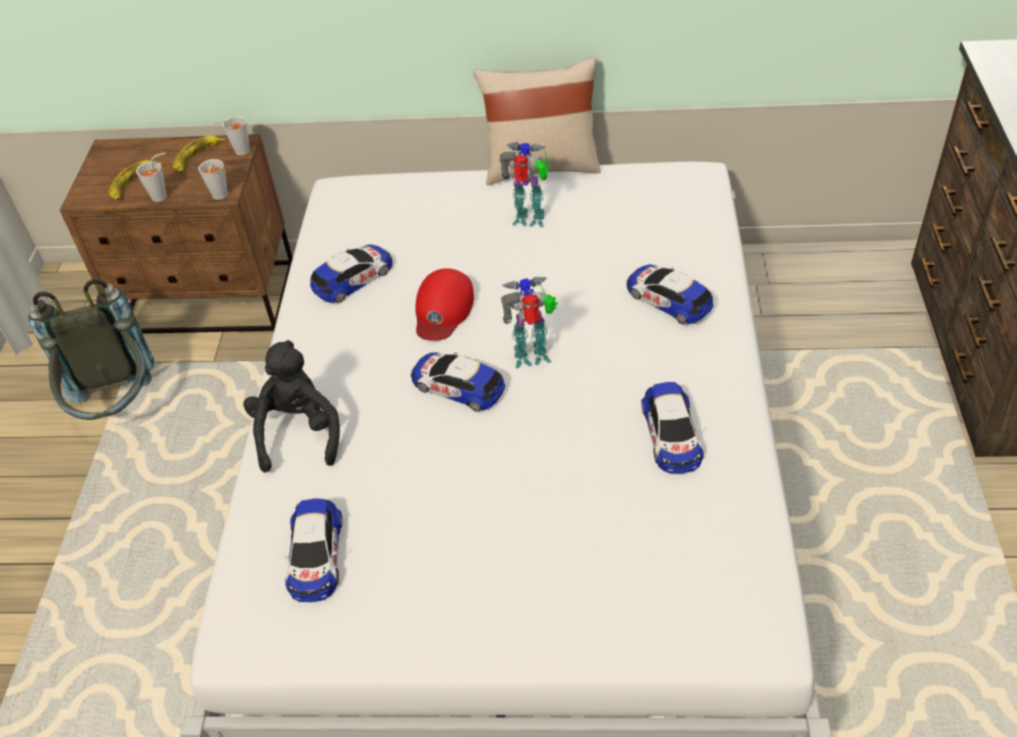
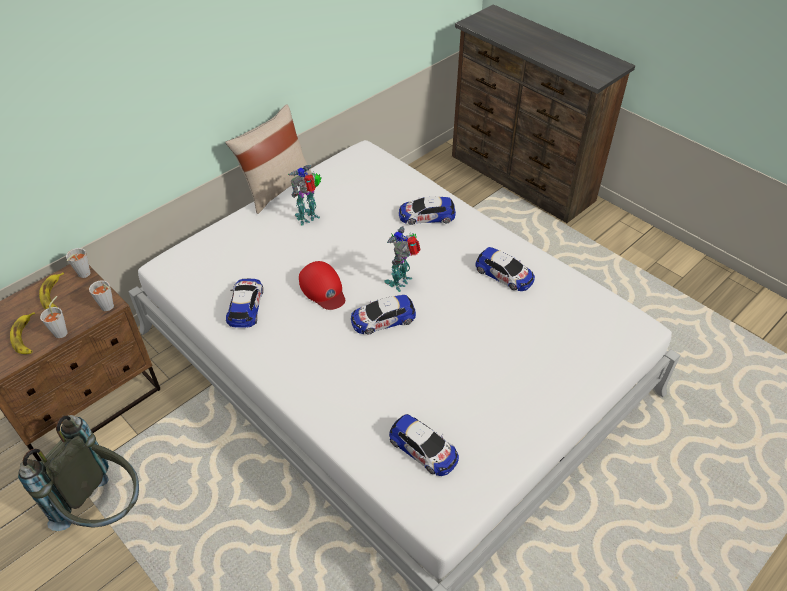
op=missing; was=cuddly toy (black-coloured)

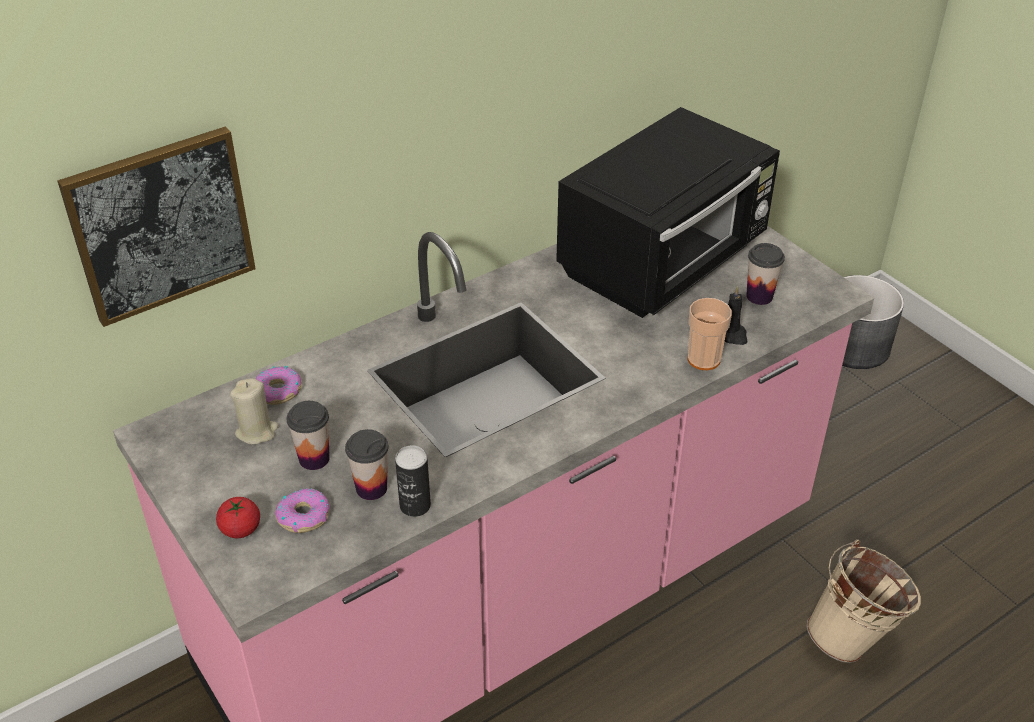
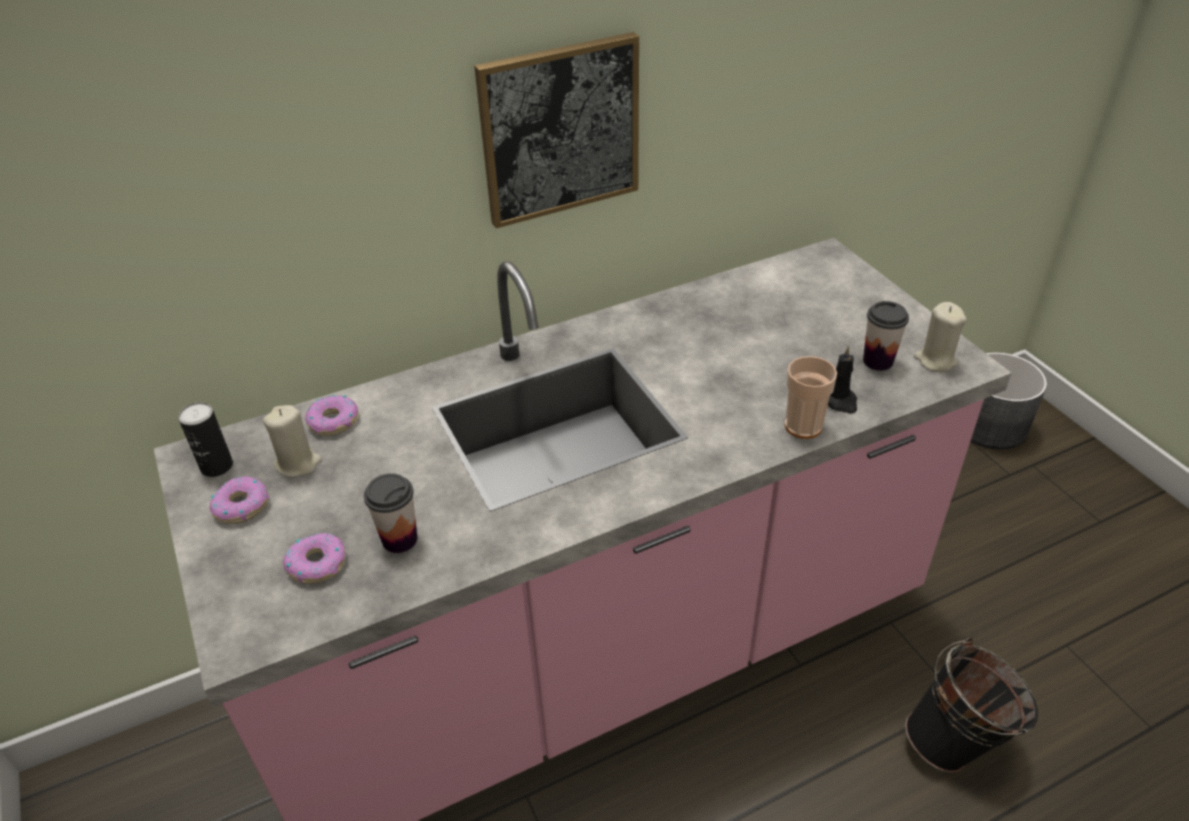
op=missing; was=kitchen microwave (black-coloured)
op=relocated; was=wall picture
op=missing; was=drinking cup (no. 1 from left)
op=relocated; was=sealed can
op=missing; was=tomato
op=colour; was=bucket (sand-coloured); now=bucket (black-coloured)
op=appeared; now=wax light (sand-coloured) (no. 2 from left)
op=appeared; now=donut (no. 1 from left)

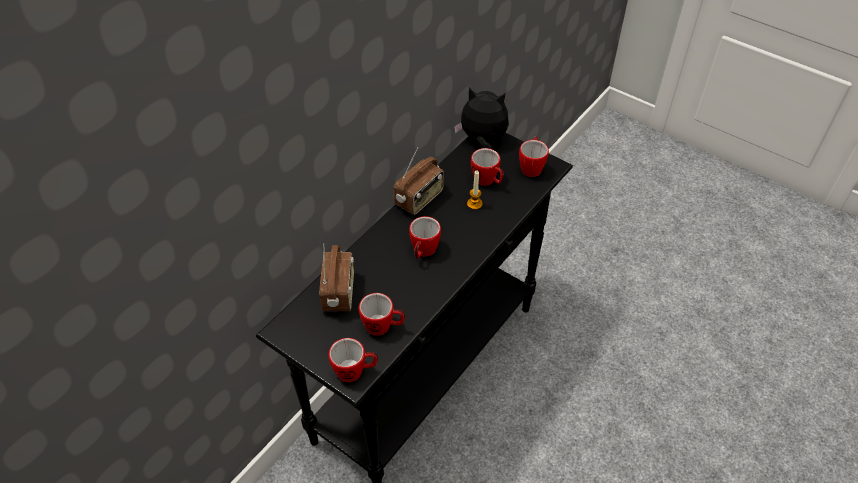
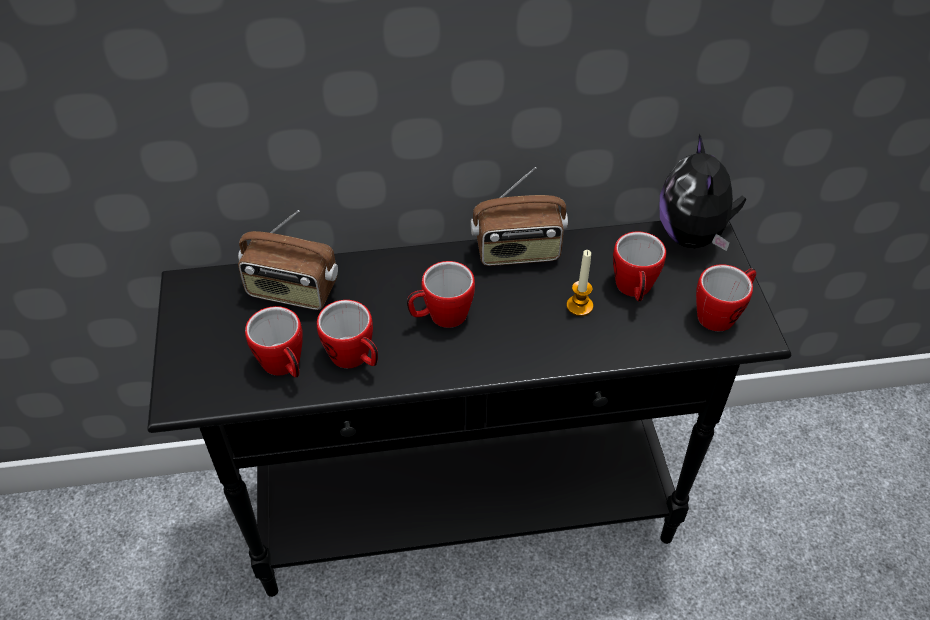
op=spun; was=cuddly toy; clockwise=-150
op=spun; was=radio (no. 1 from left); clockwise=60
op=relocated; was=mug (no. 1 from left in the first image); now=mug (no. 2 from left)

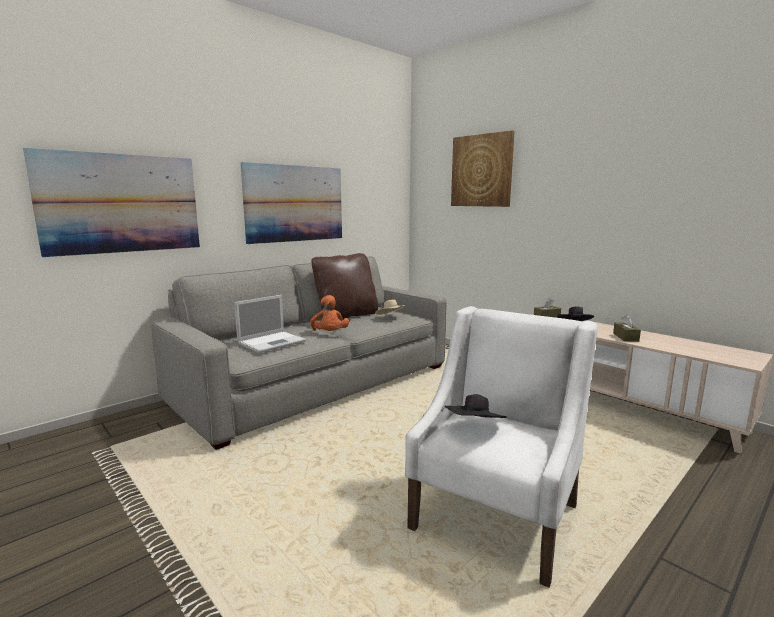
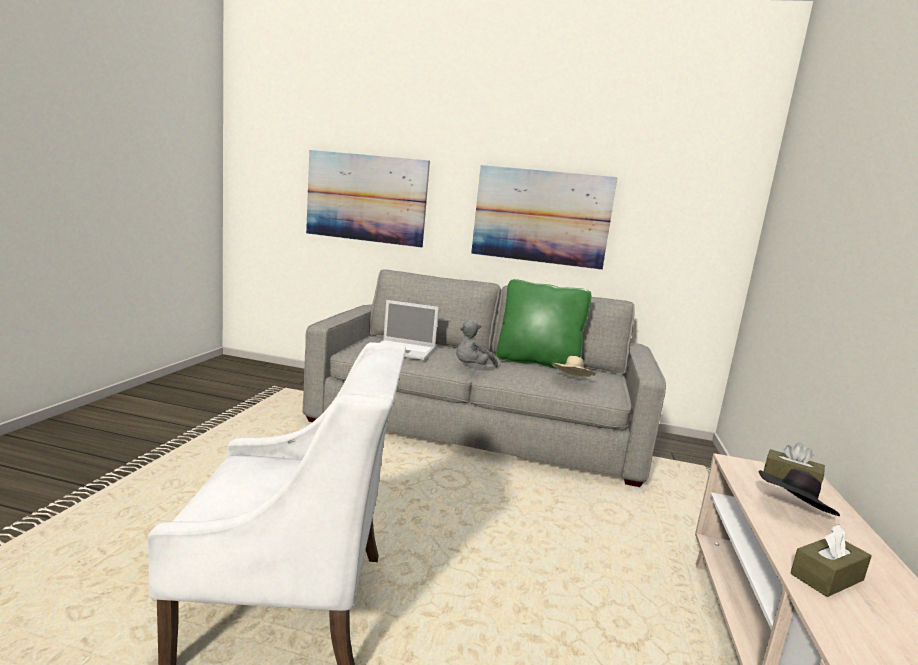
op=missing; was=wall picture (no. 3 from left)
op=colour; was=throw pillow (brownish); now=throw pillow (green-coloured)
op=colour; was=cuddly toy (orangey); now=cuddly toy (greyish)
op=missing; was=clothing hat (black-coloured) (no. 1 from left)

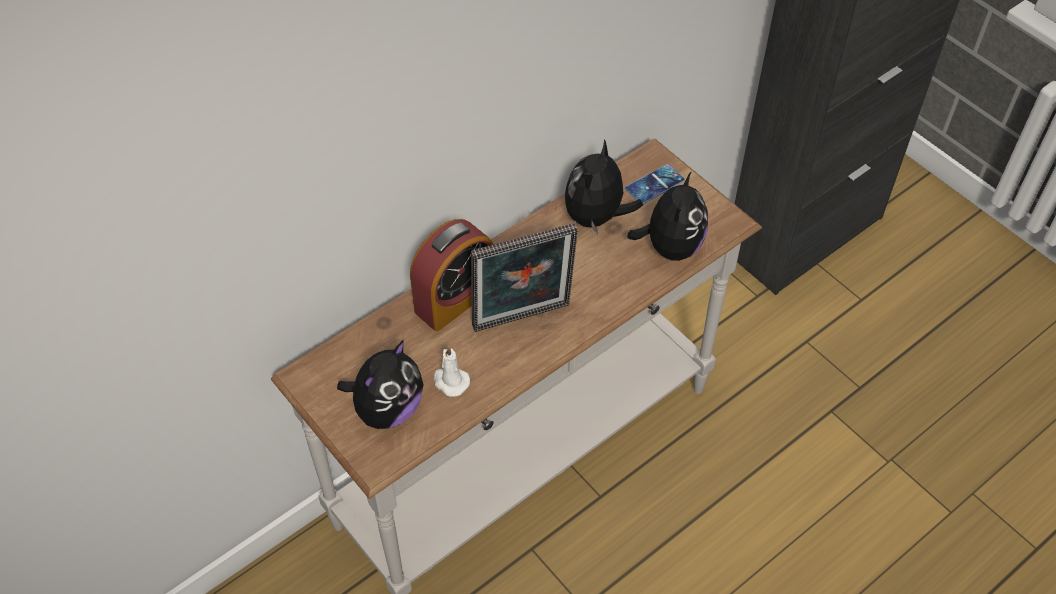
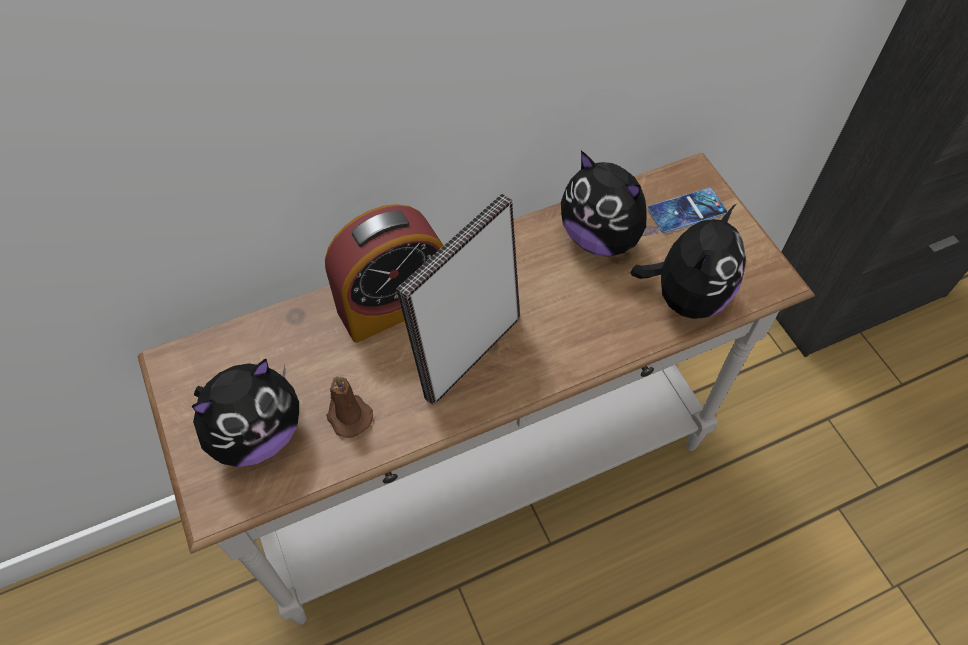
op=spun; was=cuddly toy (no. 2 from left); clockwise=-90
op=spun; was=picture frame; clockwise=135
op=colour; was=wax light (white-coloured); now=wax light (brownish)

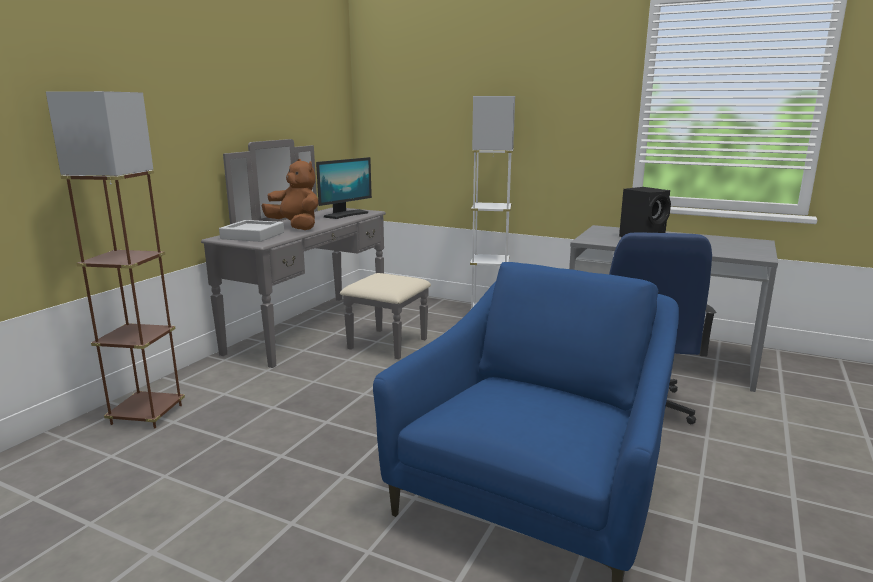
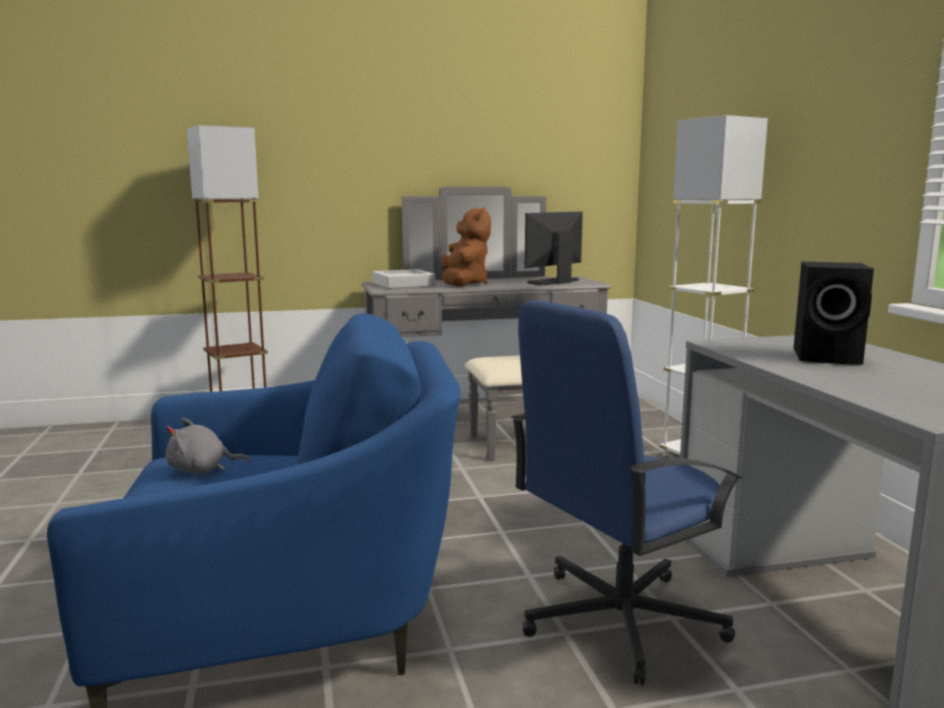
op=spun; was=computer display; clockwise=135
op=appeared; now=cuddly toy (greyish)

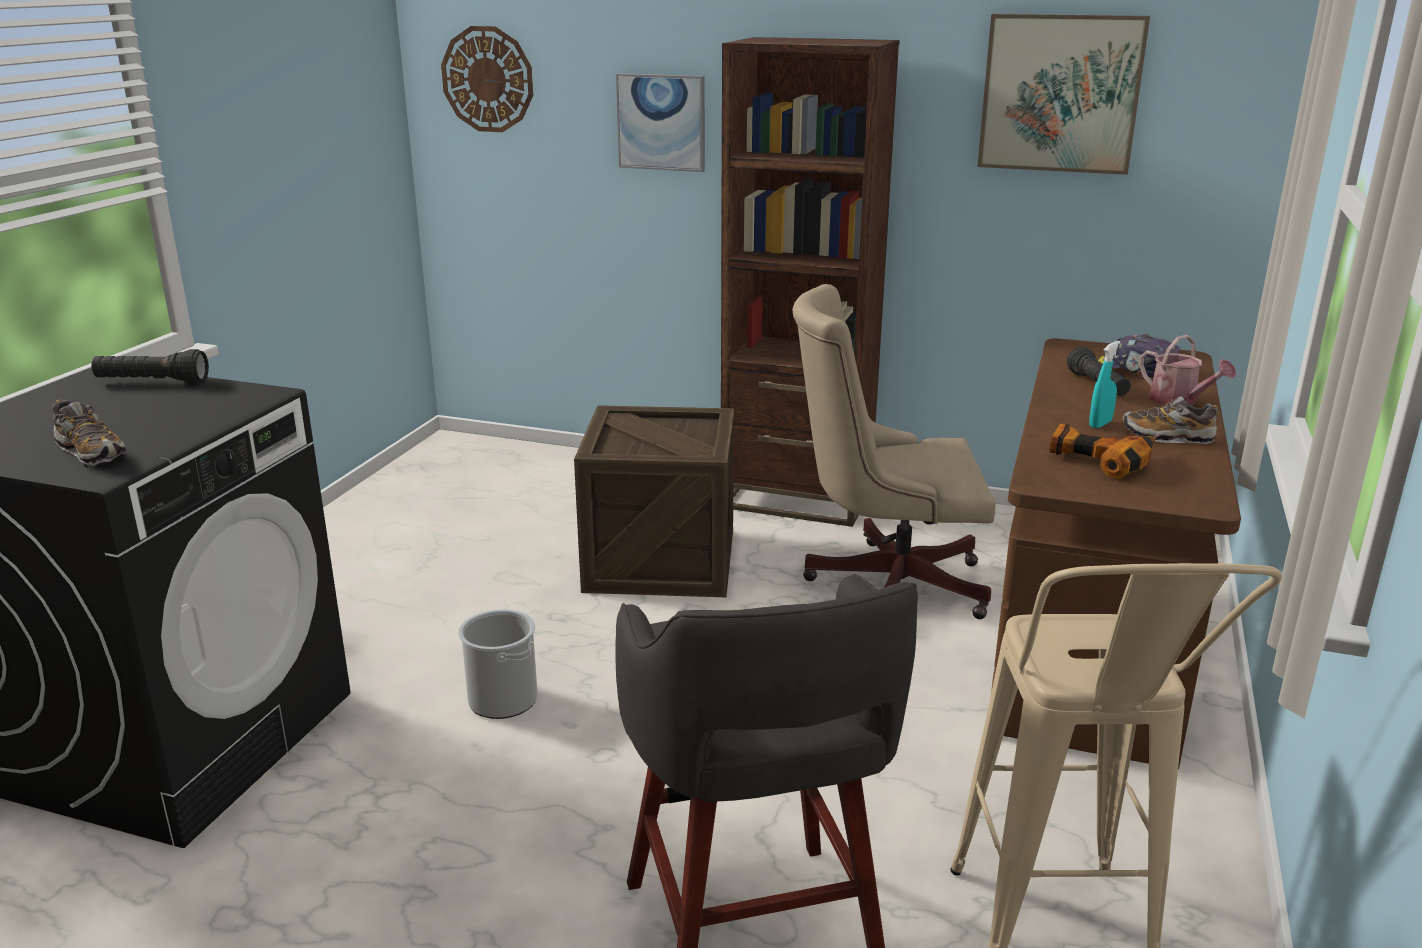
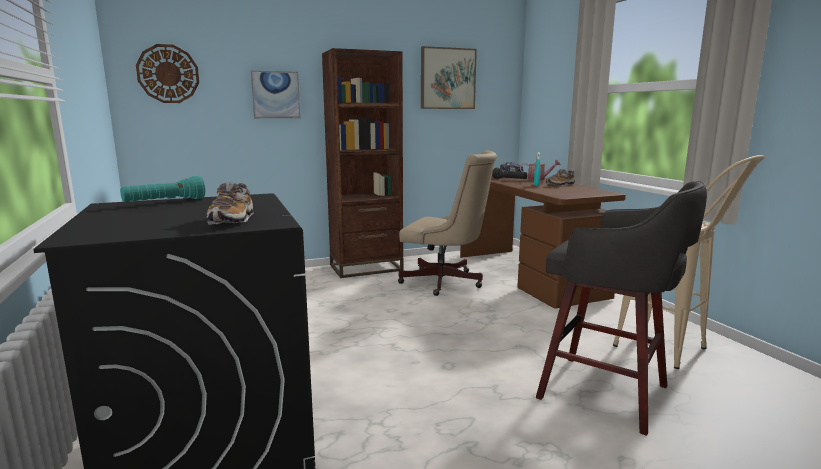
op=spun; was=computer chair (sand-coloured); clockwise=-120
op=colour; was=torch (black-coloured) (no. 1 from left); now=torch (blue-green)
op=spun; was=item of footwear (no. 1 from left); clockwise=90
op=missing; was=crate
op=missing; was=electric drill
op=missing; was=bucket

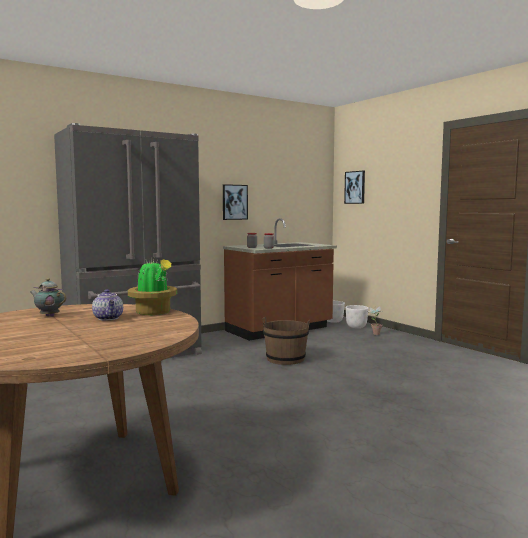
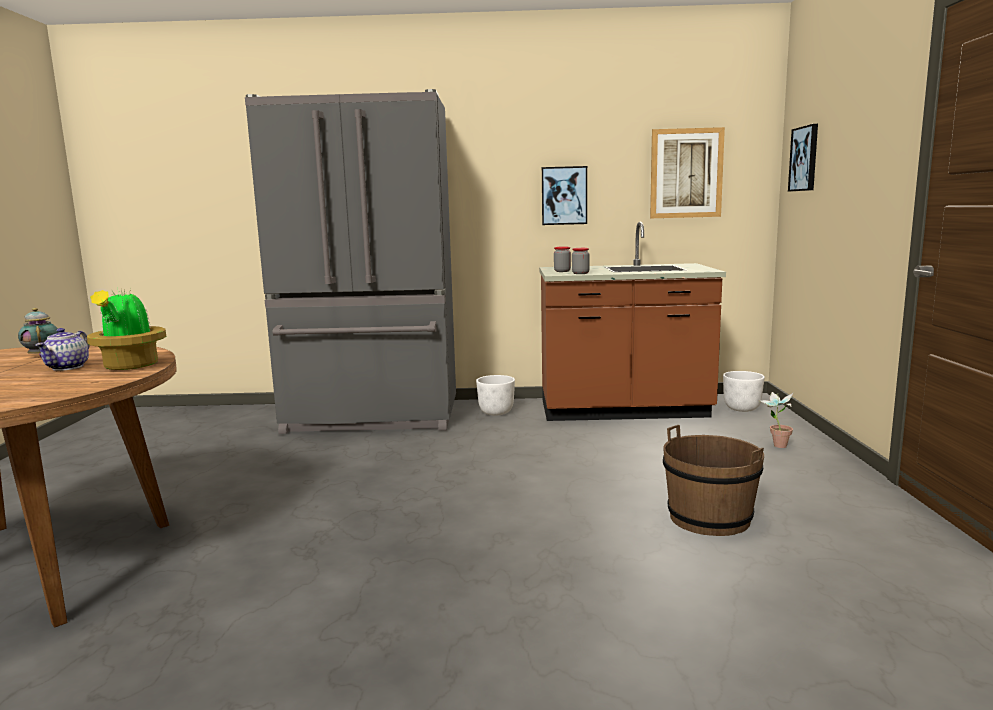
op=relocated; was=planter (white-coloured) (no. 2 from left in the first image); now=planter (white-coloured) (no. 1 from left)
op=relocated; was=bucket (brownish)
op=appeared; now=wall picture (no. 2 from left)

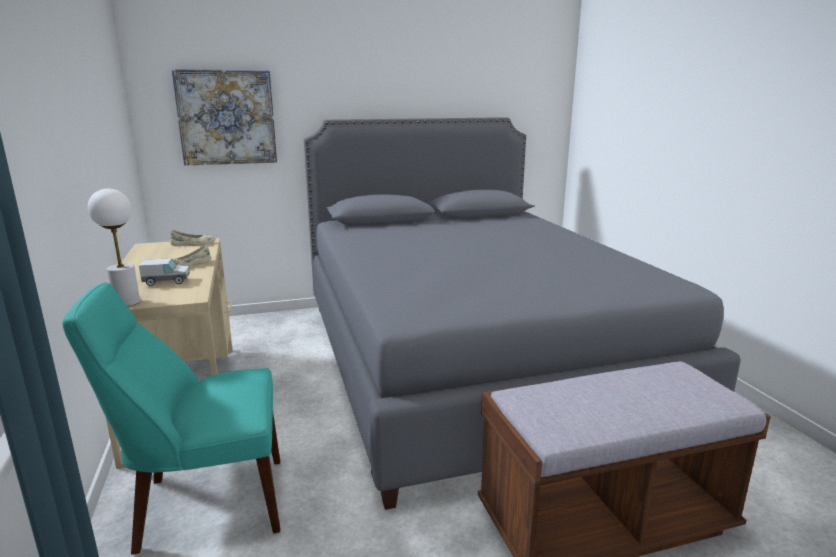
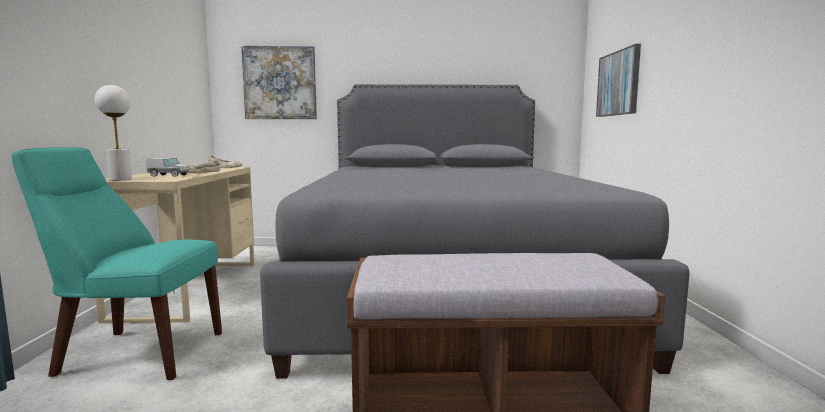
op=appeared; now=wall picture (no. 2 from left)

